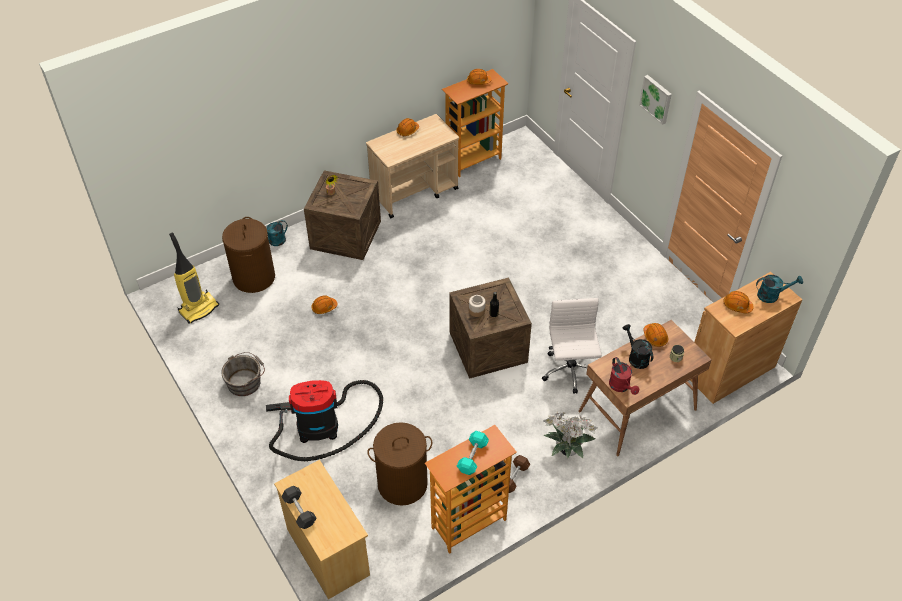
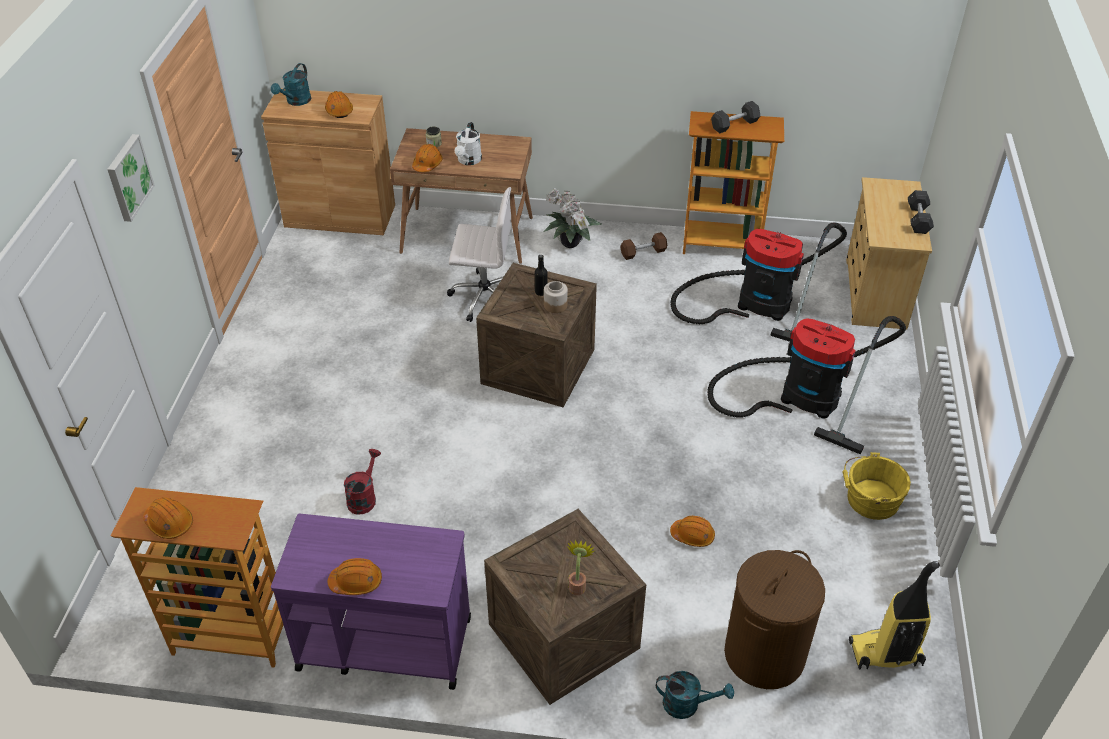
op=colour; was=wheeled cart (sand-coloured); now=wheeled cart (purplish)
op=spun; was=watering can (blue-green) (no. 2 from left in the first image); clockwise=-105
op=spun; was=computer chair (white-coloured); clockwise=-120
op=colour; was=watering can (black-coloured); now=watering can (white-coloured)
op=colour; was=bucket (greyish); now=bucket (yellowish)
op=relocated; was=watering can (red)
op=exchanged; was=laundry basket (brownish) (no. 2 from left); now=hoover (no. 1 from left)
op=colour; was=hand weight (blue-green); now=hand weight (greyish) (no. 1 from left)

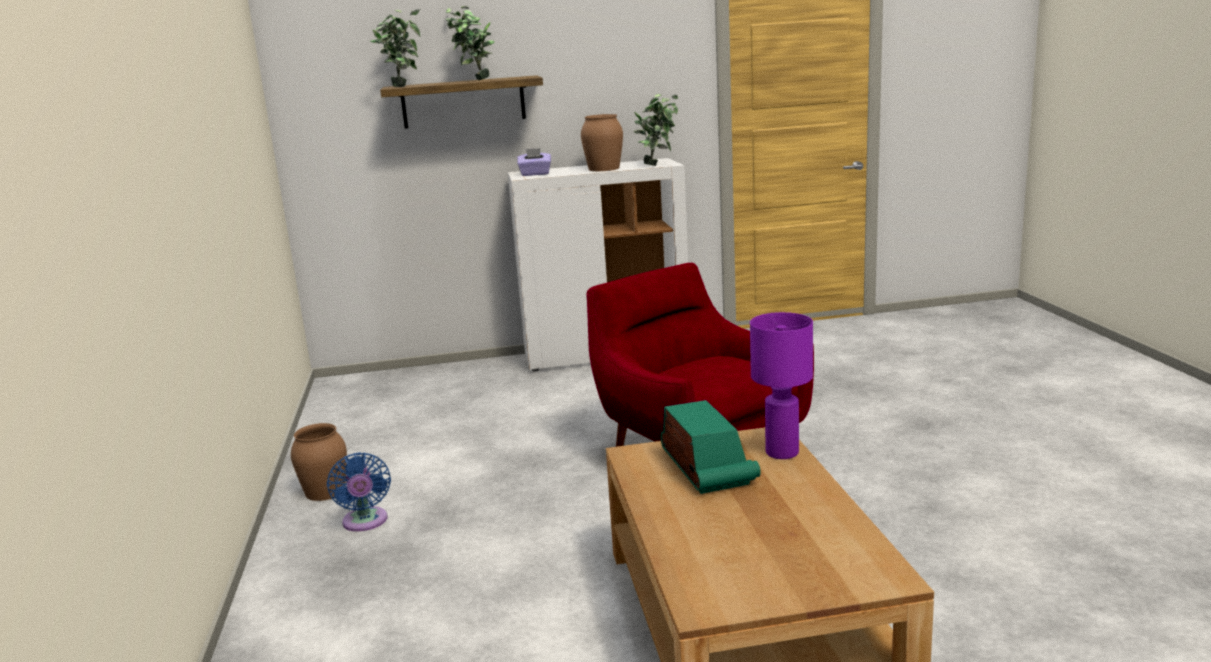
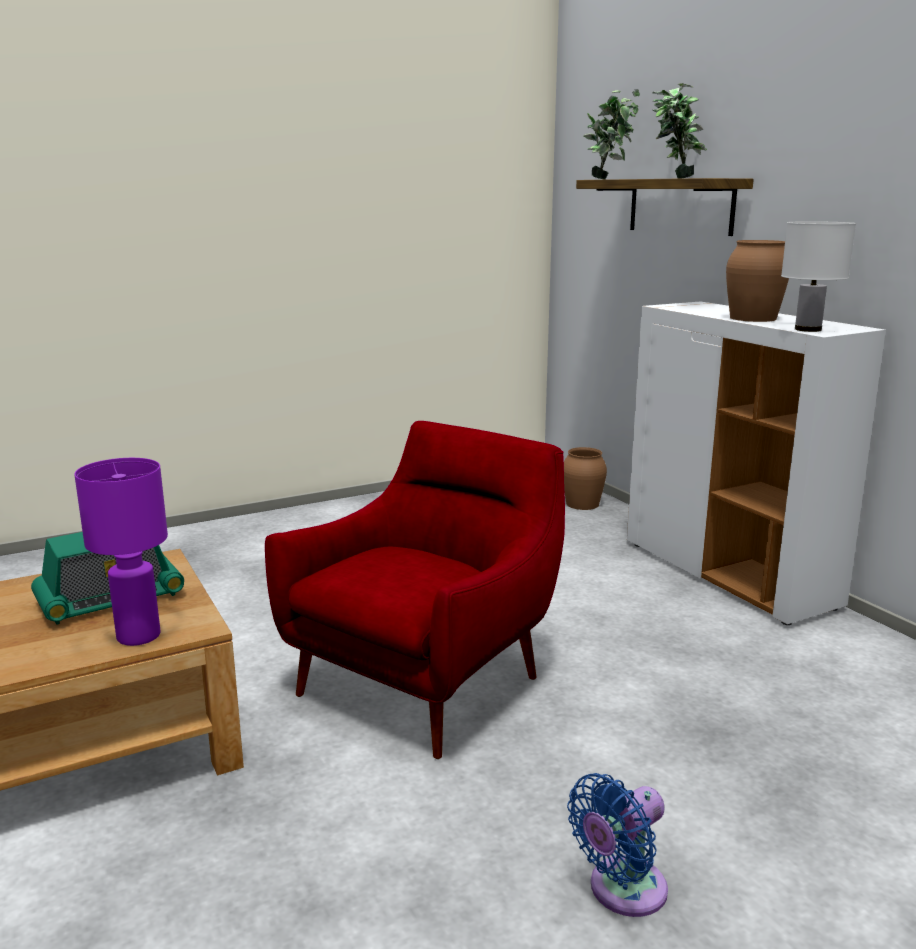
op=exchanged; was=houseplant (no. 3 from left); now=tabletop lamp (white-coloured)
op=missing; was=box of tissues (purplish)
op=relocated; was=decorative vase (brownish) (no. 1 from left)
op=relocated; was=electric fan (bluish)

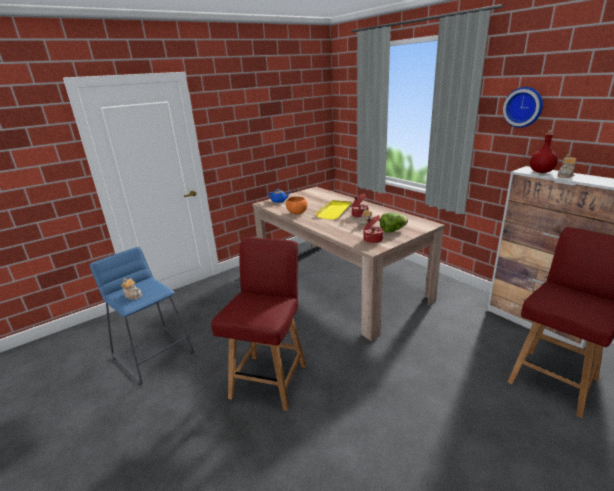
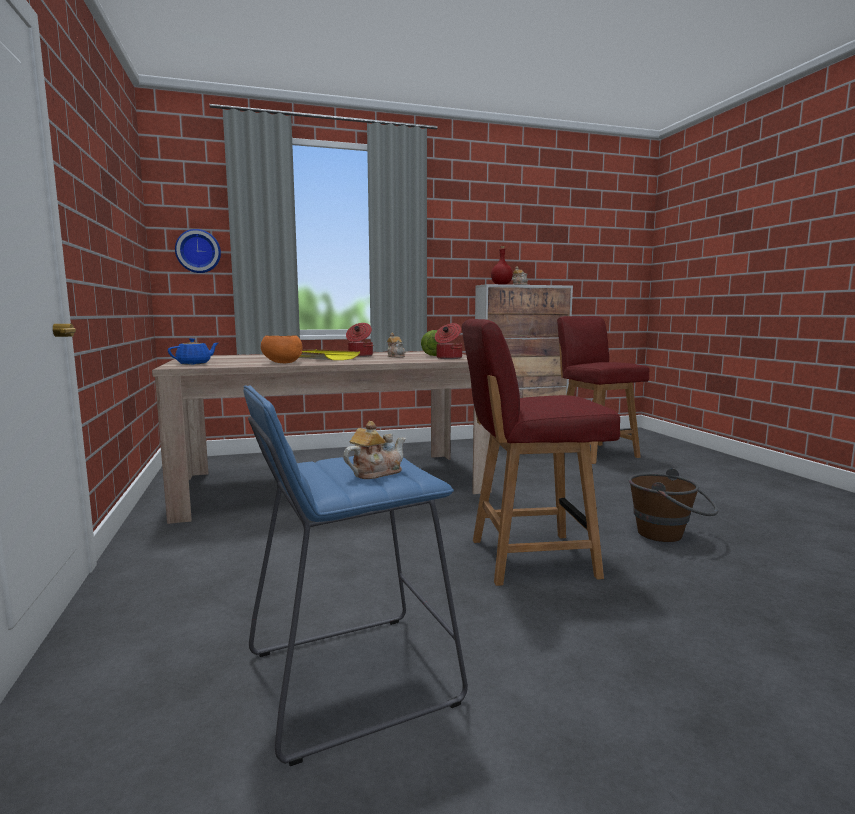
op=relocated; was=clock on the wall
op=spun; was=chair (red) (no. 1 from left); clockwise=-45
op=appeared; now=bucket (brownish)

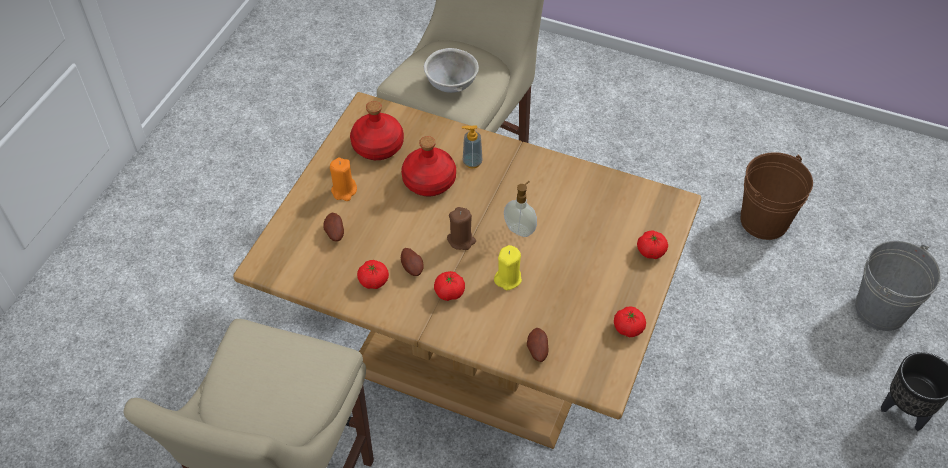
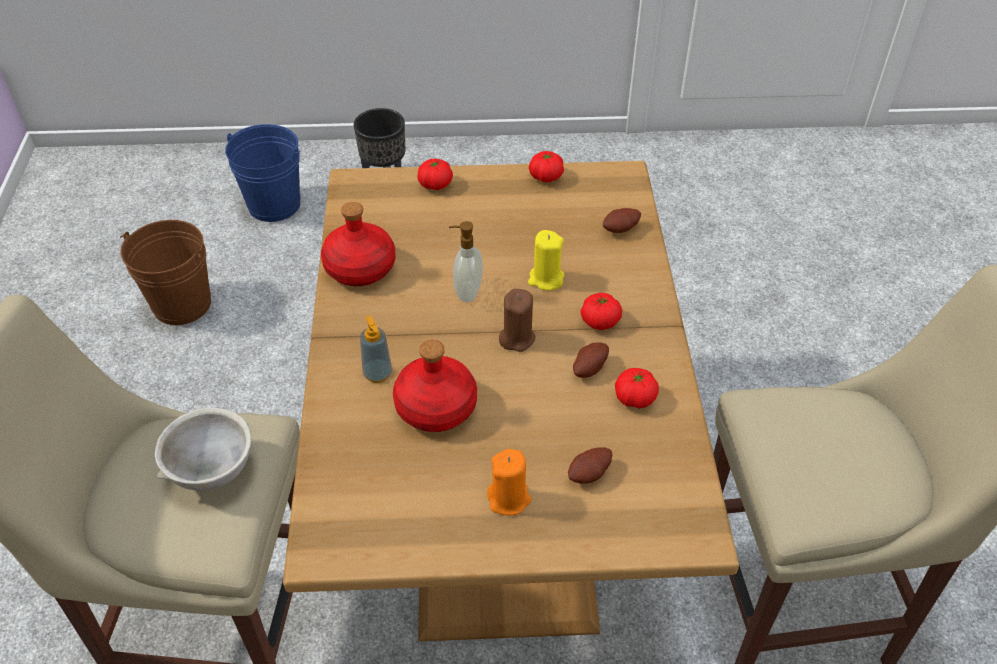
op=relocated; was=beverage bottle (red) (no. 1 from left)
op=colour; was=bucket (greyish); now=bucket (bluish)

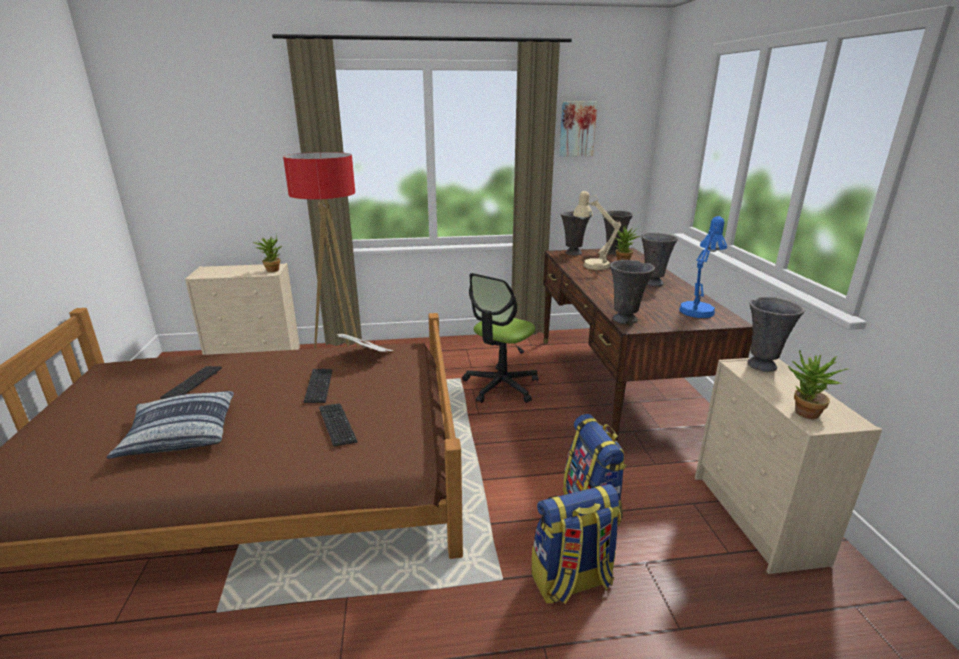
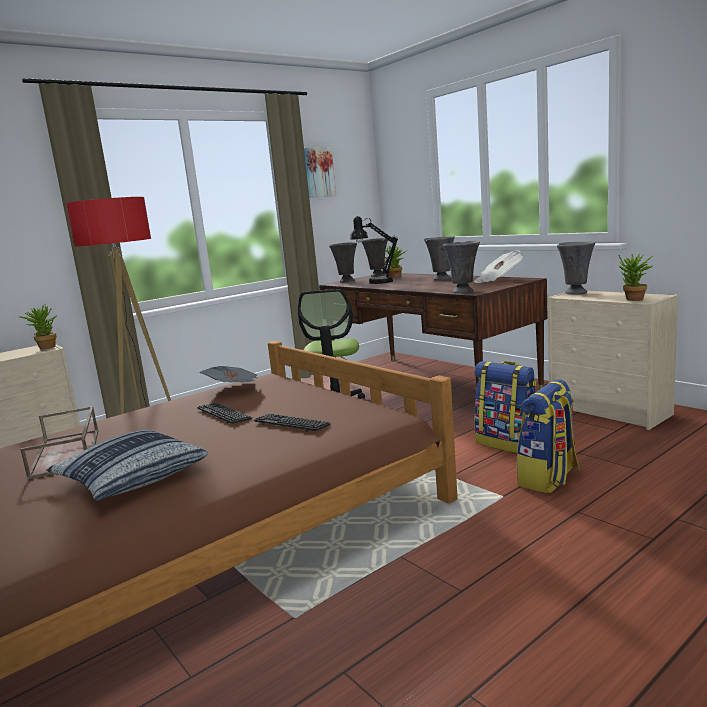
op=colour; was=tabletop lamp (sand-coloured); now=tabletop lamp (black-coloured)
op=exchanged; was=tabletop lamp (bluish); now=printed paper (no. 2 from left)
op=exchanged; was=computer keyboard (no. 1 from left); now=carrying tray (brownish)

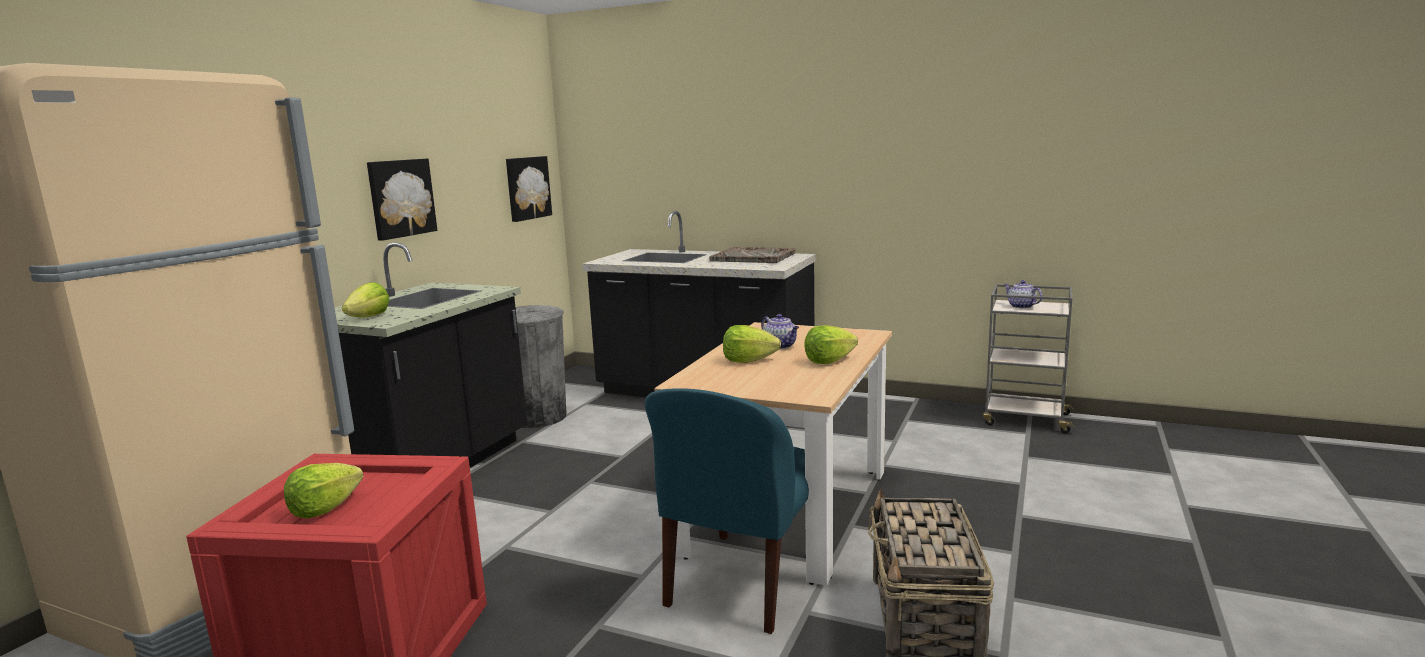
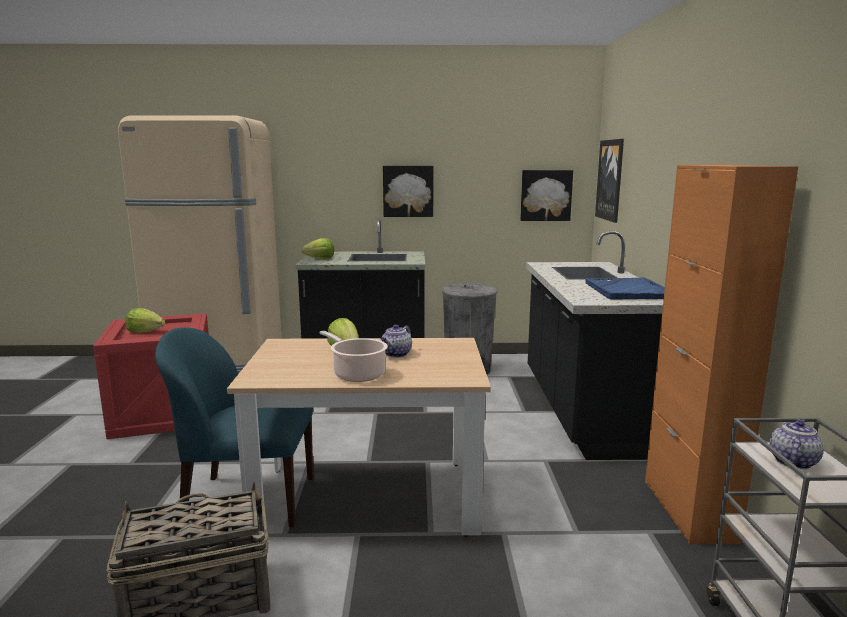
op=colour; was=carrying tray (greyish); now=carrying tray (bluish)
op=exchanged; was=lettuce (no. 4 from left); now=cooking pot
op=appeared; now=wall picture (no. 3 from left)
op=appeared; now=storage cabinet (orangey)

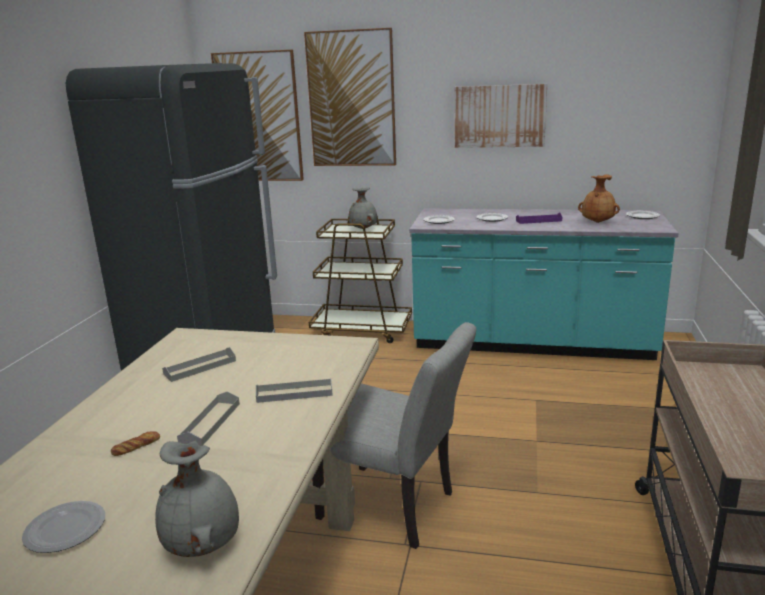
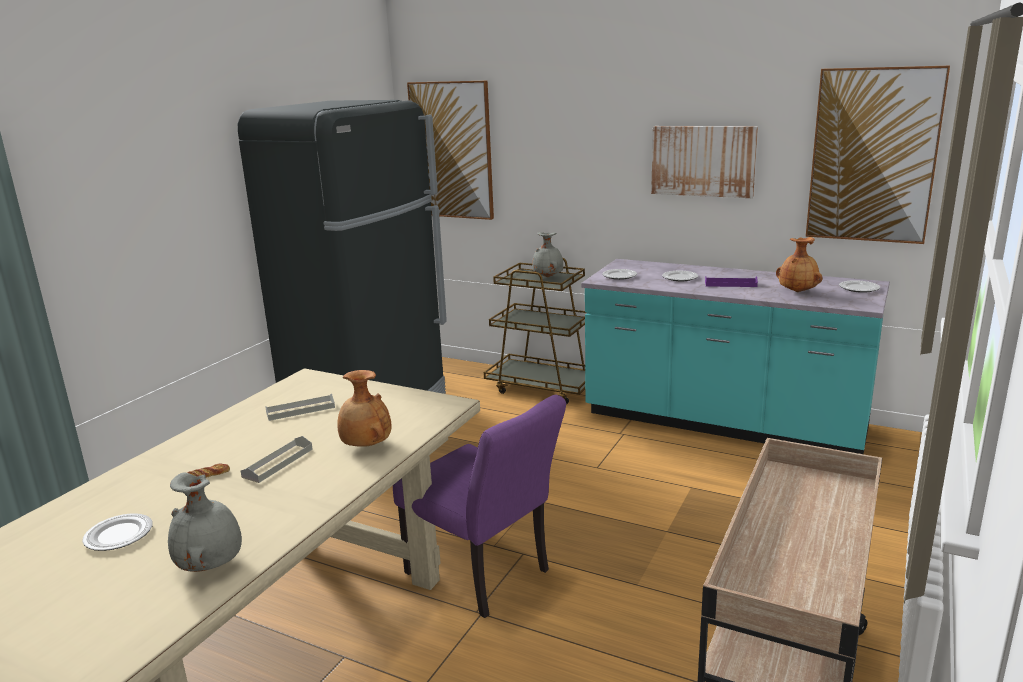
op=relocated; was=wall picture (no. 2 from left in the first image); now=wall picture (no. 3 from left)
op=colour; was=chair (greyish); now=chair (purplish)
op=exchanged; was=carrying tray (greyish) (no. 3 from left); now=decorative vase (brownish) (no. 1 from left)

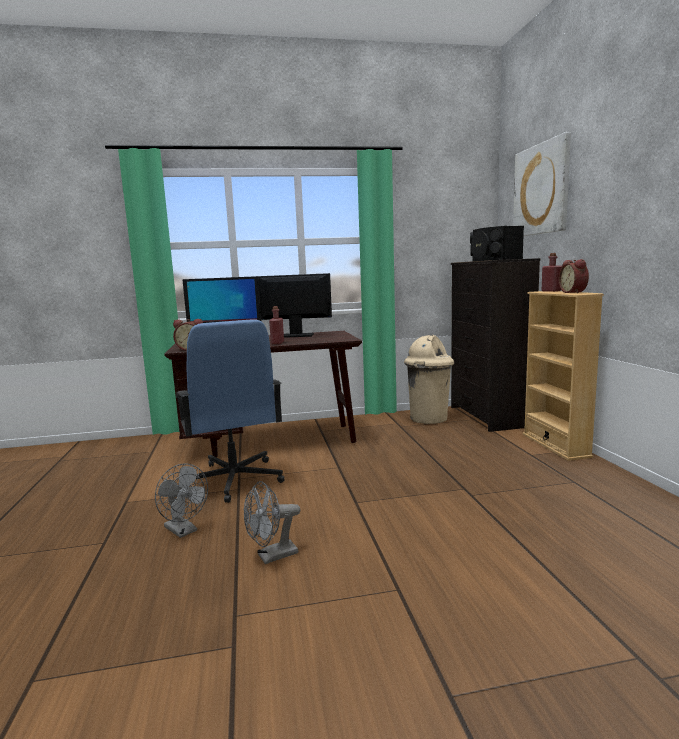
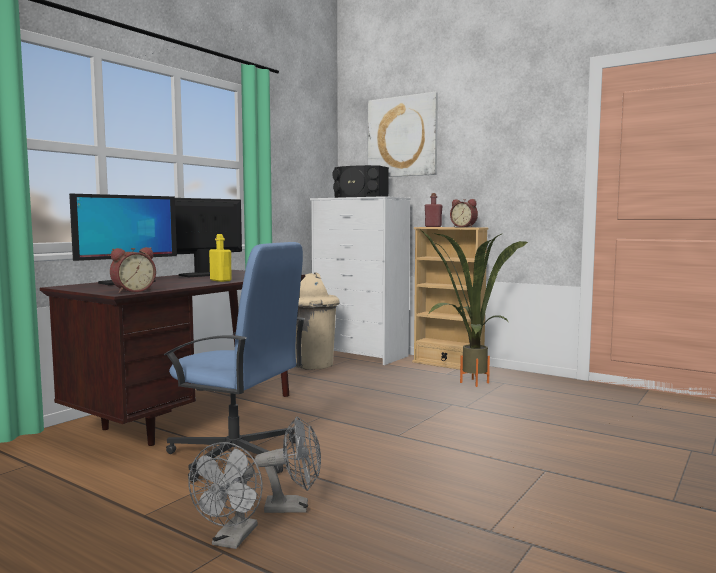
op=colour; was=dresser (black-coloured); now=dresser (white-coloured)
op=colour; was=beverage bottle (red) (no. 1 from left); now=beverage bottle (yellowish)
op=relocated; was=electric fan (greyish) (no. 2 from left in the first image); now=electric fan (greyish) (no. 1 from left)
op=appeared; now=houseplant

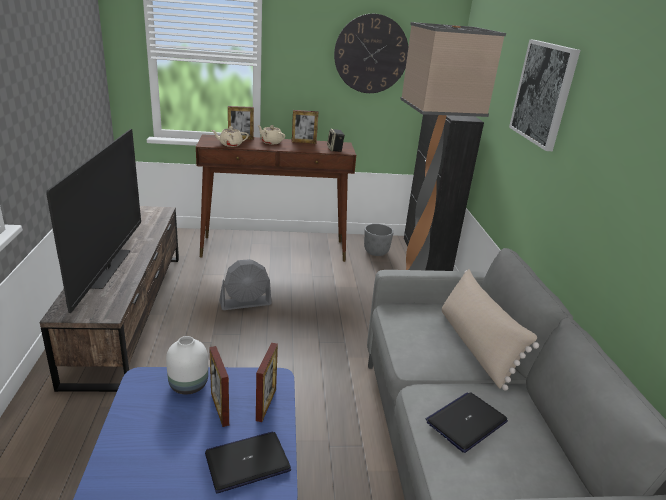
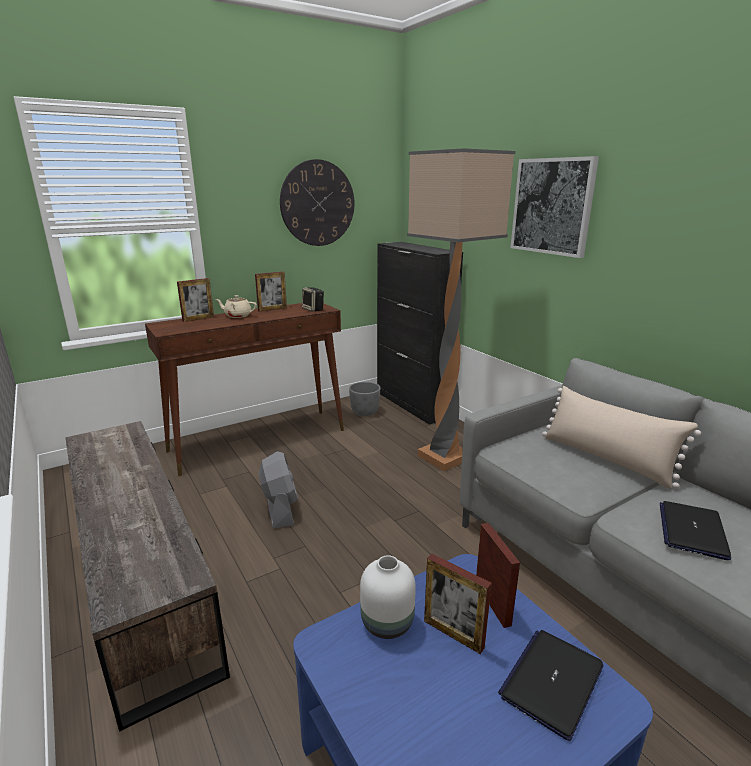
op=missing; was=teapot (sand-coloured) (no. 1 from left)
op=missing; was=TV
op=spun; was=electric fan (greyish); clockwise=-60

